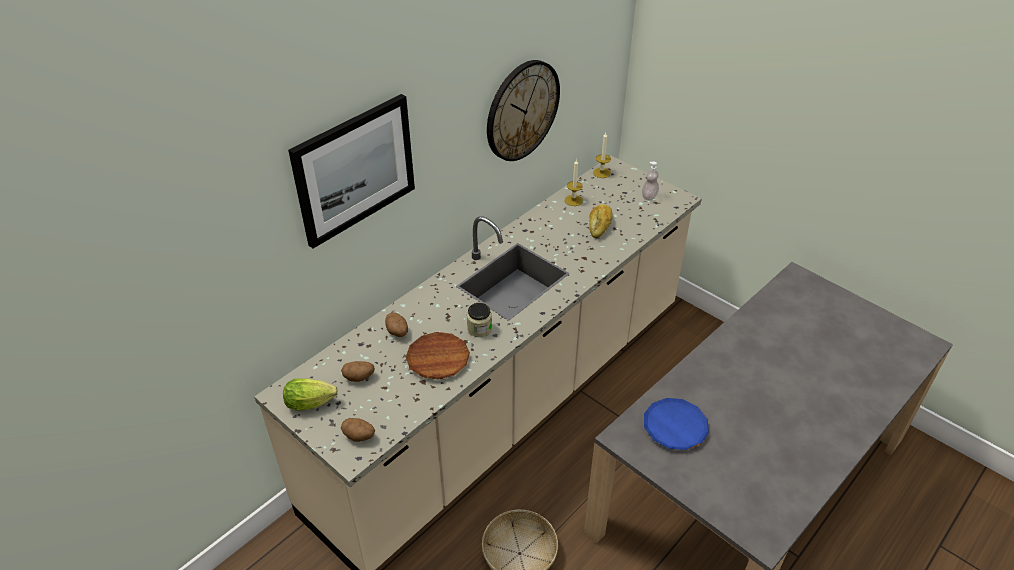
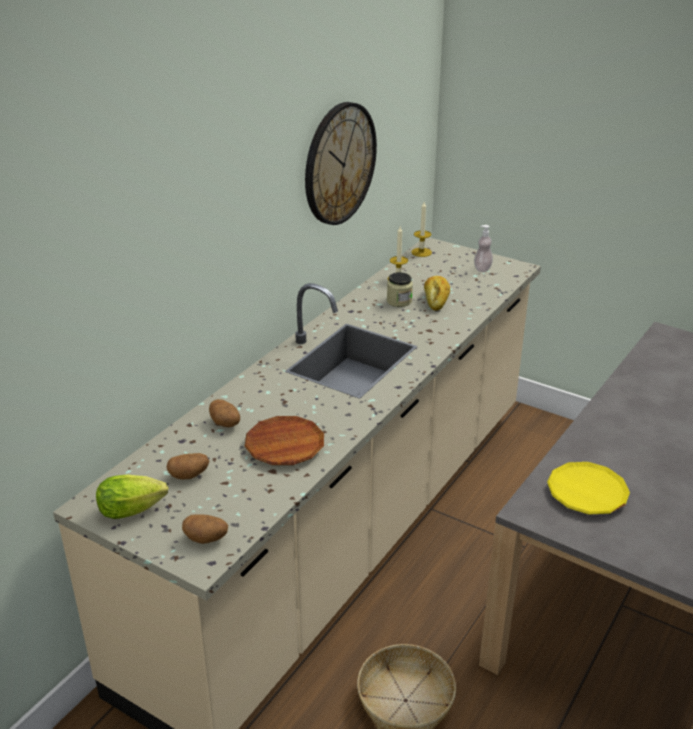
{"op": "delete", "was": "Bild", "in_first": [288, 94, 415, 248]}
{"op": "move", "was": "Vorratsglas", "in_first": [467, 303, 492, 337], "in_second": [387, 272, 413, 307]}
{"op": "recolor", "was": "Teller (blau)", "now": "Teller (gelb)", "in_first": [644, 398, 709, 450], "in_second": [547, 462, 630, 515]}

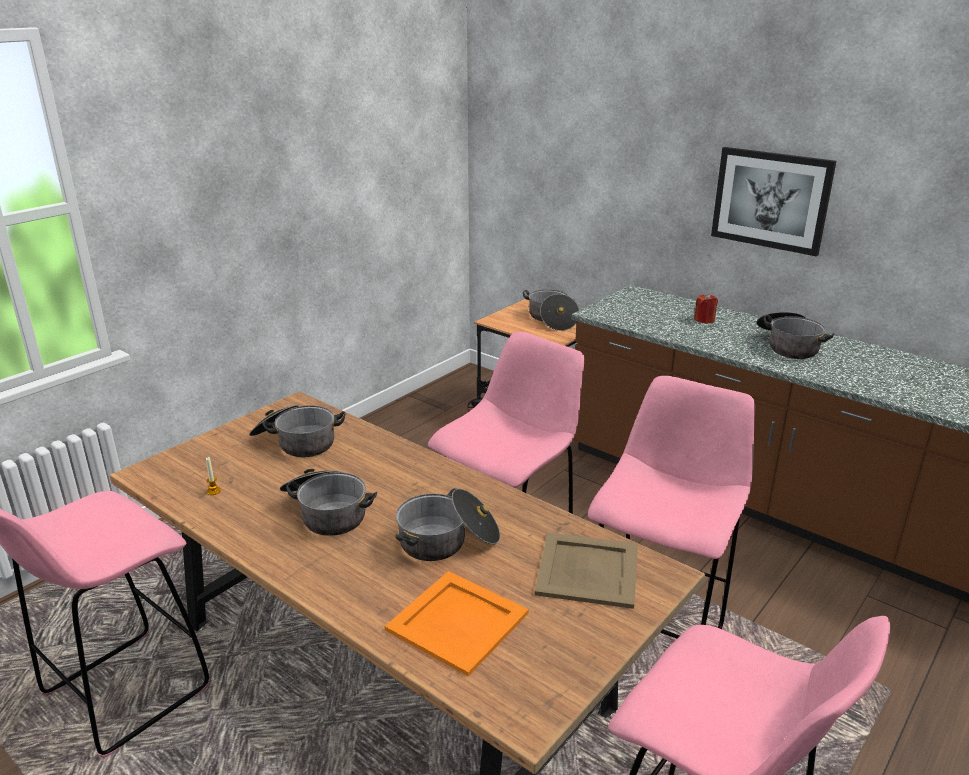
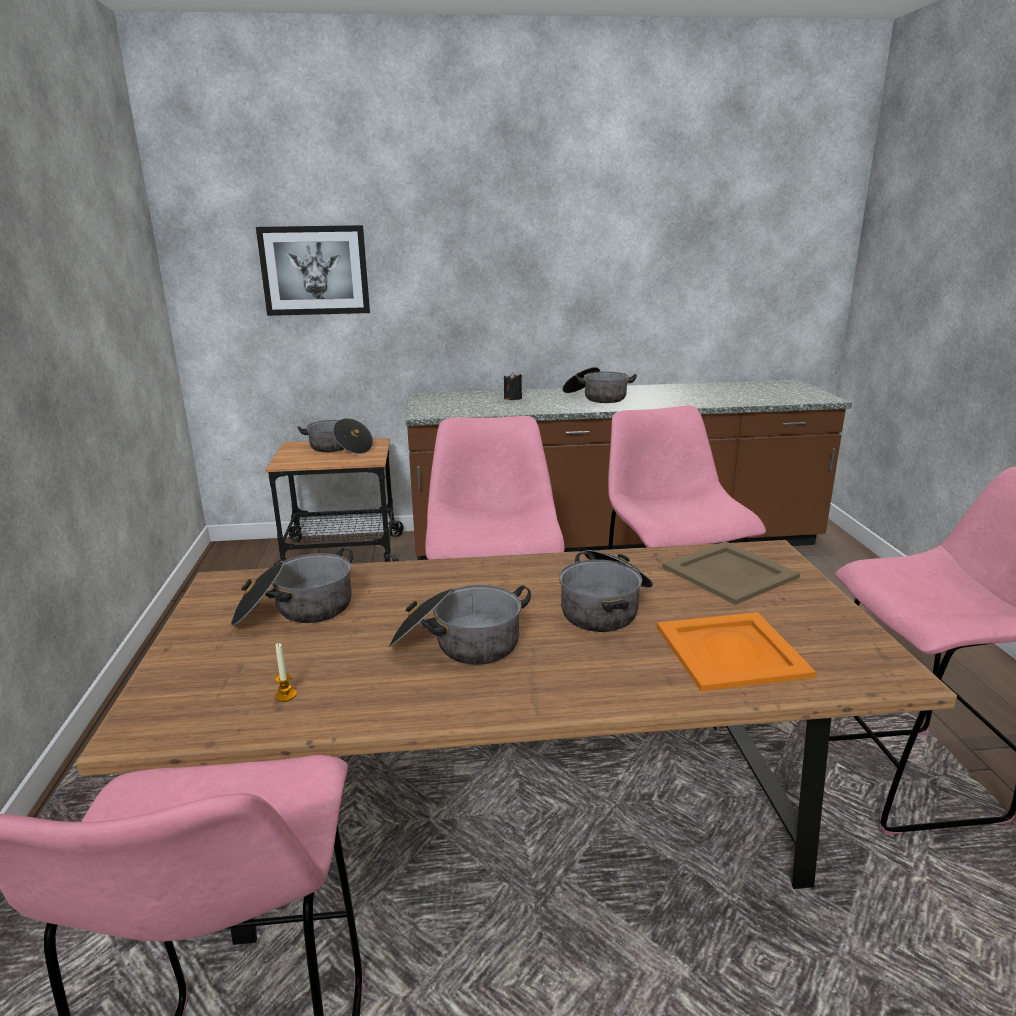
{"op": "move", "was": "Bild", "in_first": [711, 147, 836, 256], "in_second": [256, 225, 370, 316]}
{"op": "recolor", "was": "Kerze (rot)", "now": "Kerze (schwarz)", "in_first": [694, 293, 718, 324], "in_second": [504, 372, 522, 400]}

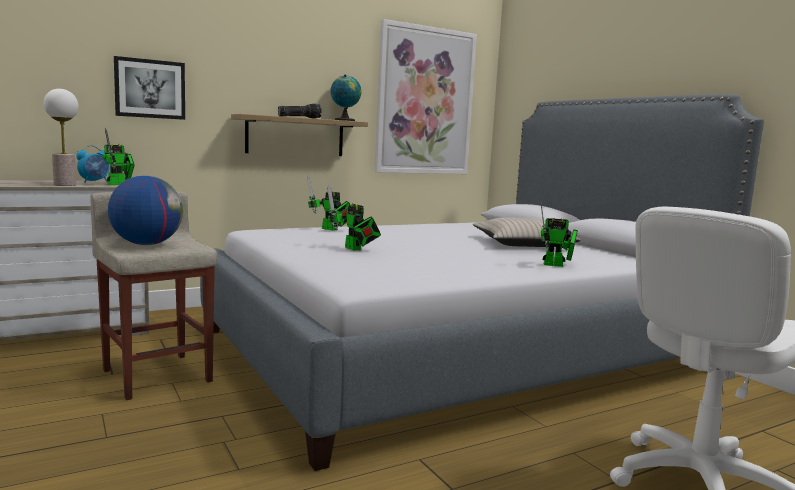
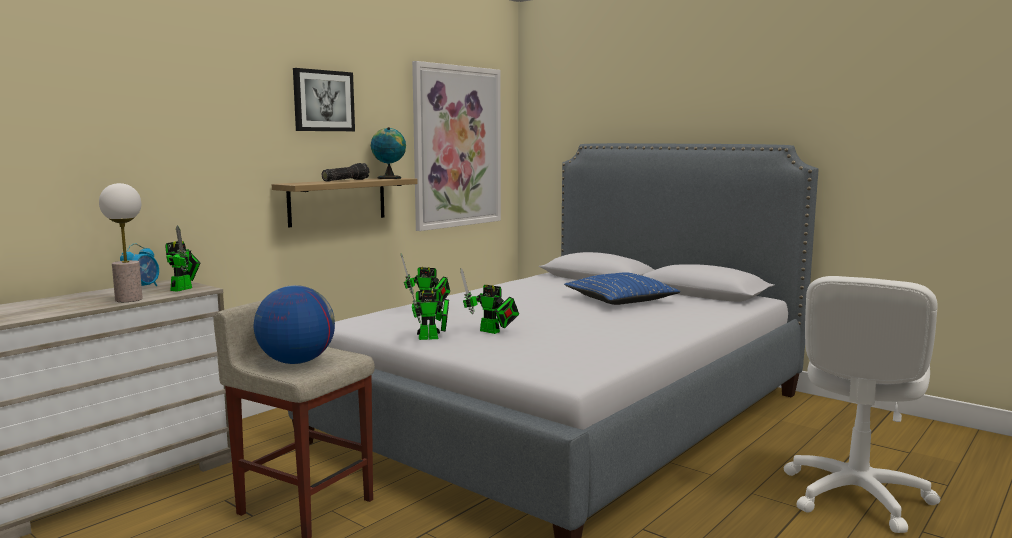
{"op": "move", "was": "Bild", "in_first": [114, 56, 185, 120], "in_second": [293, 68, 355, 131]}
{"op": "move", "was": "Spielzeugroboter", "in_first": [540, 201, 578, 267], "in_second": [408, 276, 449, 340]}
{"op": "recolor", "was": "Kissen (beige)", "now": "Kissen (blau)", "in_first": [473, 217, 580, 247], "in_second": [564, 272, 680, 305]}

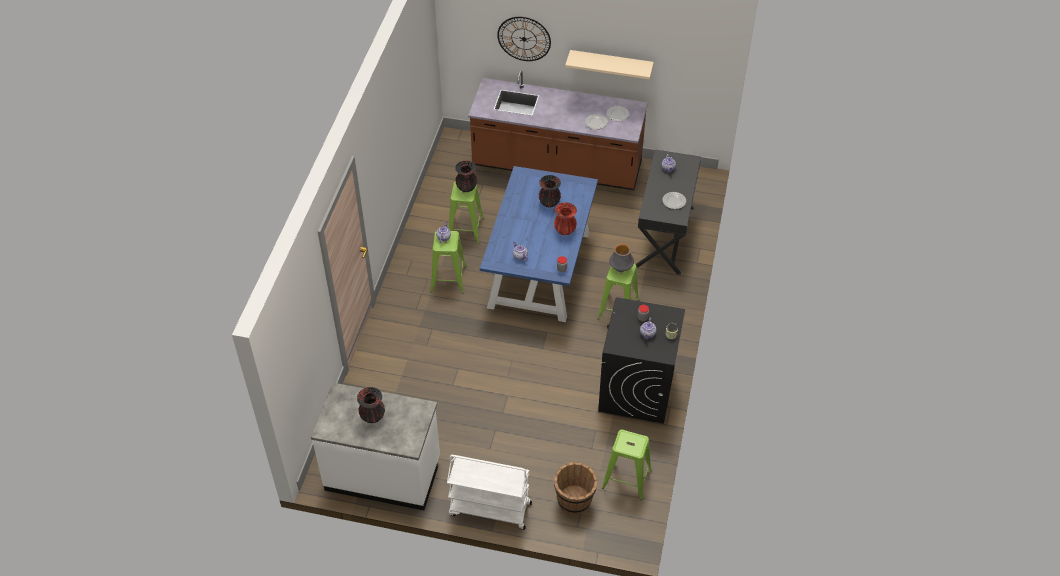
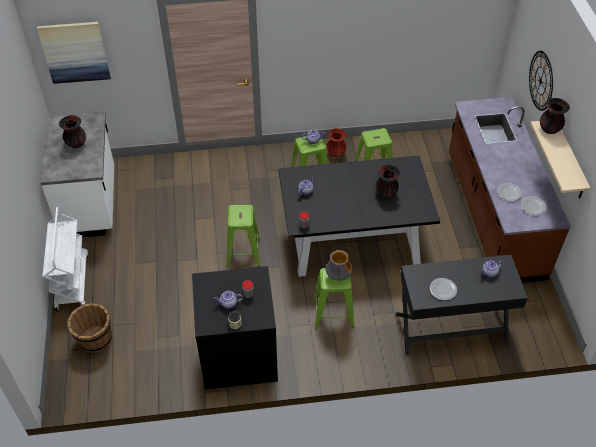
{"op": "move", "was": "Vase (schwarz)", "in_first": [455, 161, 477, 192], "in_second": [540, 98, 570, 134]}
{"op": "recolor", "was": "Esstisch (blau)", "now": "Esstisch (schwarz)", "in_first": [480, 166, 598, 322], "in_second": [278, 156, 440, 277]}
{"op": "move", "was": "Vase (rot)", "in_first": [554, 202, 577, 235], "in_second": [327, 128, 347, 157]}
{"op": "move", "was": "Hocker (grün)", "in_first": [602, 429, 652, 500], "in_second": [226, 205, 260, 267]}
{"op": "insert", "now": "Bild", "in_second": [37, 22, 111, 84]}

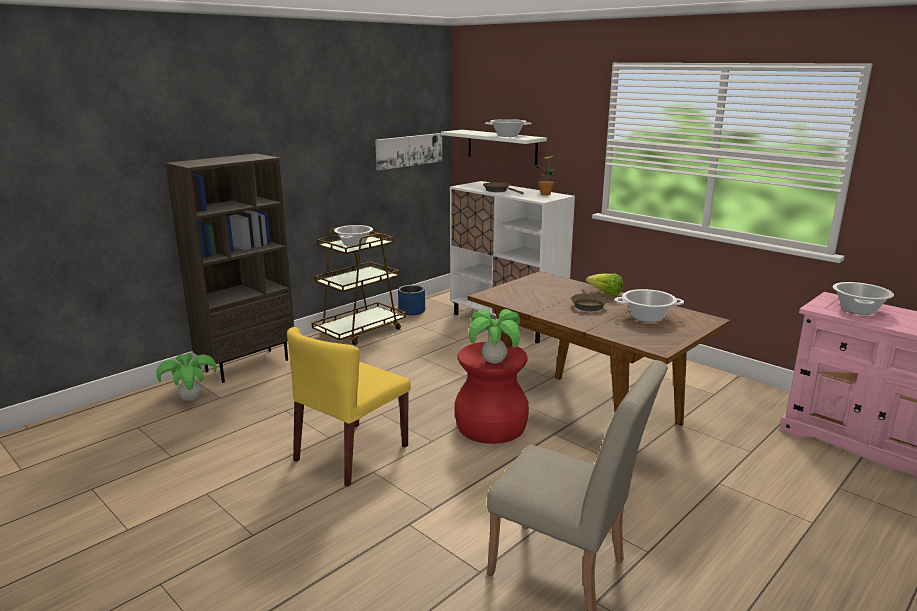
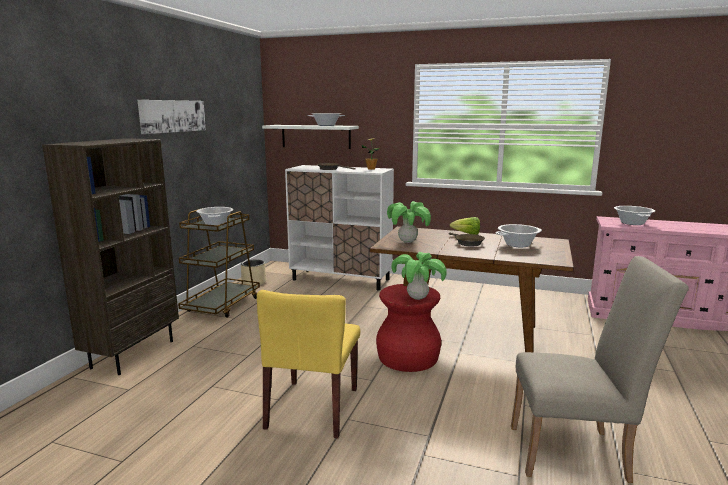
{"op": "move", "was": "Bild", "in_first": [375, 133, 442, 170], "in_second": [138, 100, 206, 134]}
{"op": "recolor", "was": "Pflanzkübel (blau)", "now": "Pflanzkübel (beige)", "in_first": [398, 285, 425, 315], "in_second": [241, 259, 266, 286]}
{"op": "move", "was": "Topfpflanze", "in_first": [156, 353, 217, 401], "in_second": [387, 201, 431, 243]}

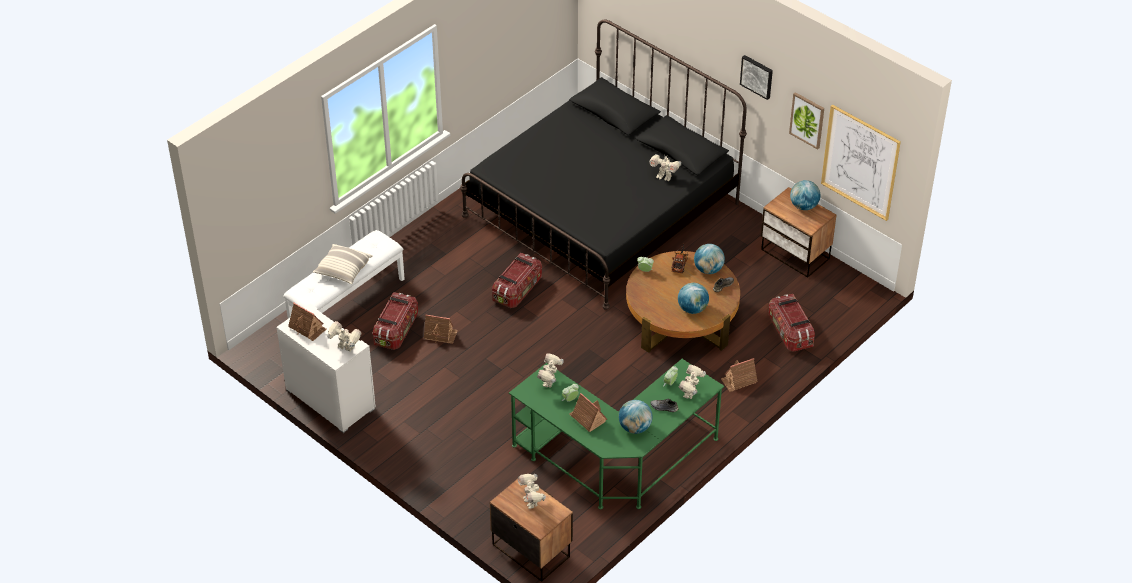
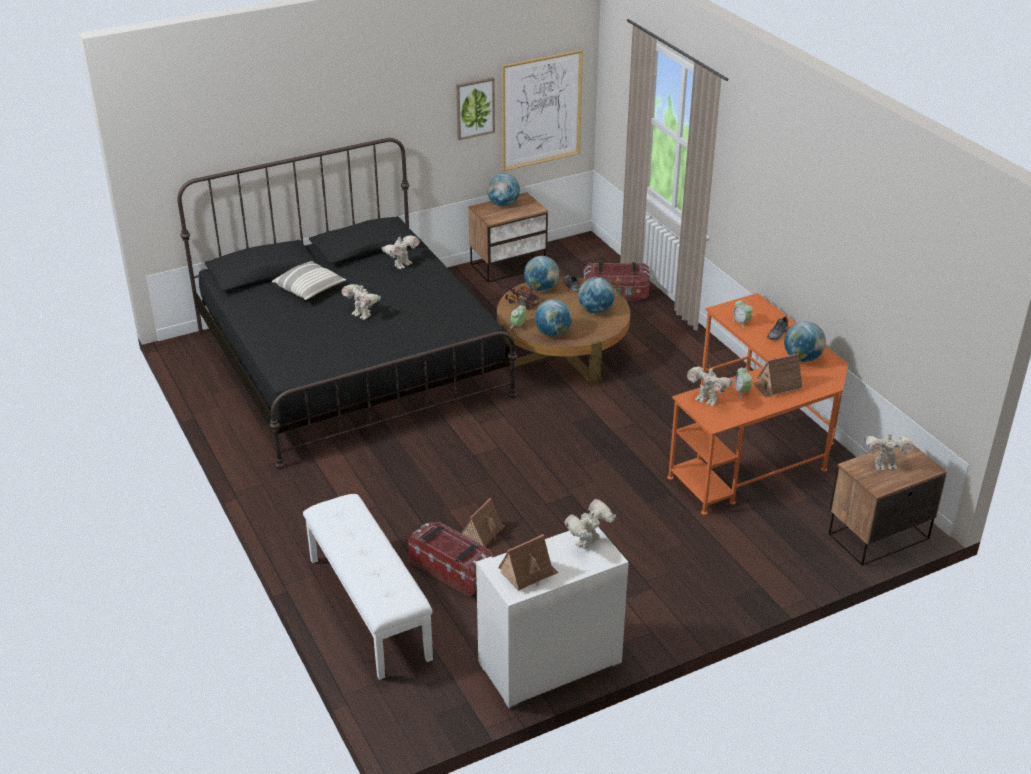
{"op": "delete", "was": "Bild", "in_first": [740, 55, 773, 100]}
{"op": "move", "was": "Kissen", "in_first": [313, 244, 373, 284], "in_second": [272, 261, 346, 300]}
{"op": "delete", "was": "Aufbewahrungsbox", "in_first": [492, 253, 542, 308]}
{"op": "delete", "was": "Spielzeughaus", "in_first": [721, 358, 758, 392]}
{"op": "recolor", "was": "Schreibtisch (grün)", "now": "Schreibtisch (orange)", "in_first": [509, 359, 724, 509], "in_second": [667, 293, 848, 515]}
{"op": "move", "was": "Spielzeugroboter", "in_first": [678, 365, 706, 399], "in_second": [342, 282, 381, 320]}
{"op": "insert", "now": "Globus", "in_second": [535, 299, 572, 337]}

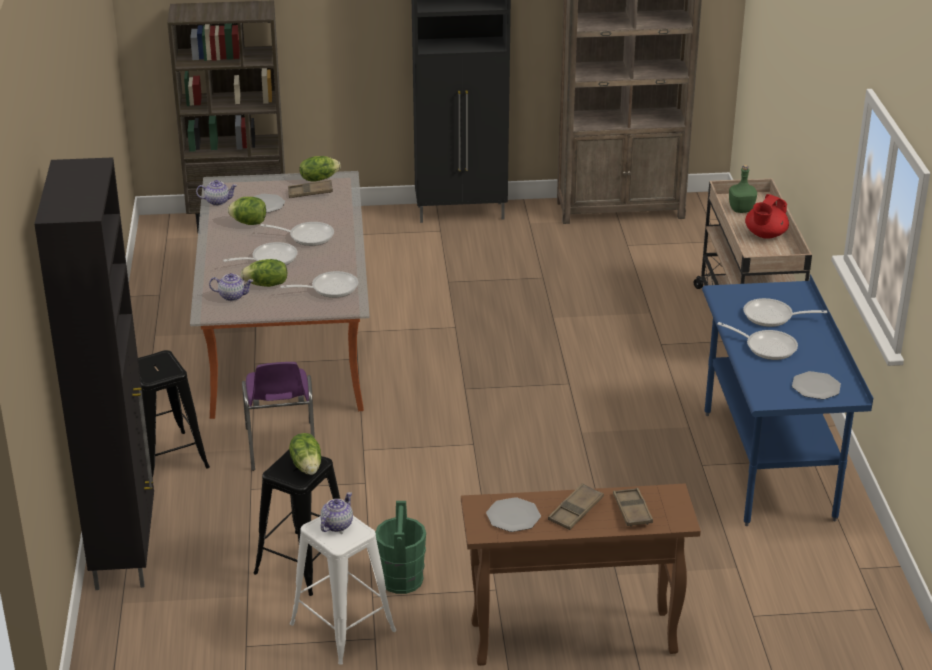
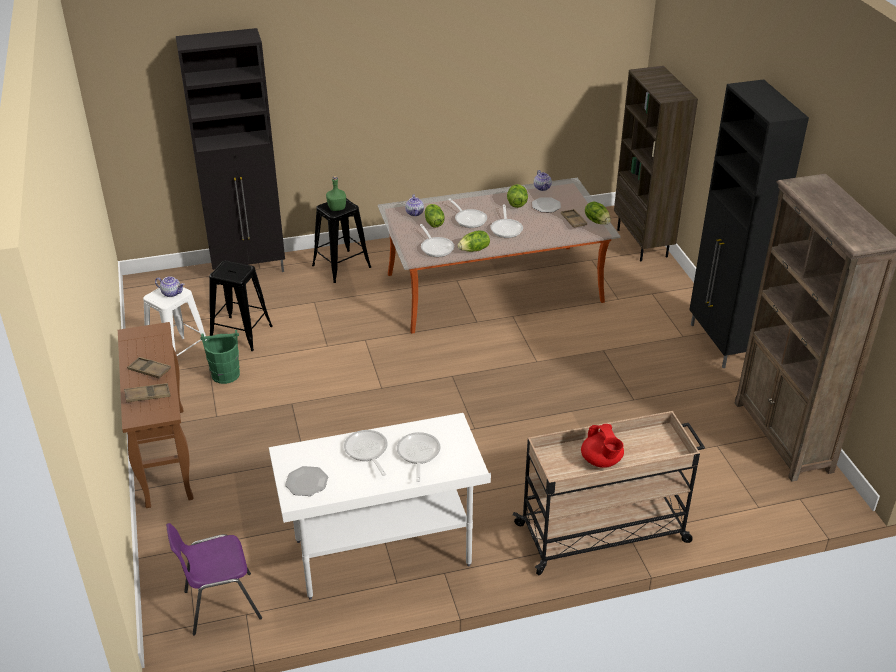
{"op": "move", "was": "Flasche (grün)", "in_first": [729, 165, 757, 213], "in_second": [326, 176, 346, 211]}
{"op": "rotate", "was": "Teekanne (rot)", "in_first": [745, 194, 789, 239], "in_second": [581, 424, 624, 468], "clockwise": -135}
{"op": "recolor", "was": "Schreibtisch (blau)", "now": "Schreibtisch (weiß)", "in_first": [702, 274, 873, 526], "in_second": [269, 413, 491, 600]}
{"op": "rotate", "was": "Pfanne", "in_first": [717, 322, 798, 360], "in_second": [344, 430, 388, 476], "clockwise": 135}
{"op": "move", "was": "Stuhl (lila)", "in_first": [242, 362, 315, 471], "in_second": [166, 523, 262, 635]}
{"op": "move", "was": "Salatkopf", "in_first": [289, 433, 321, 475], "in_second": [458, 231, 490, 252]}
{"op": "delete", "was": "Teller", "in_first": [486, 497, 541, 532]}

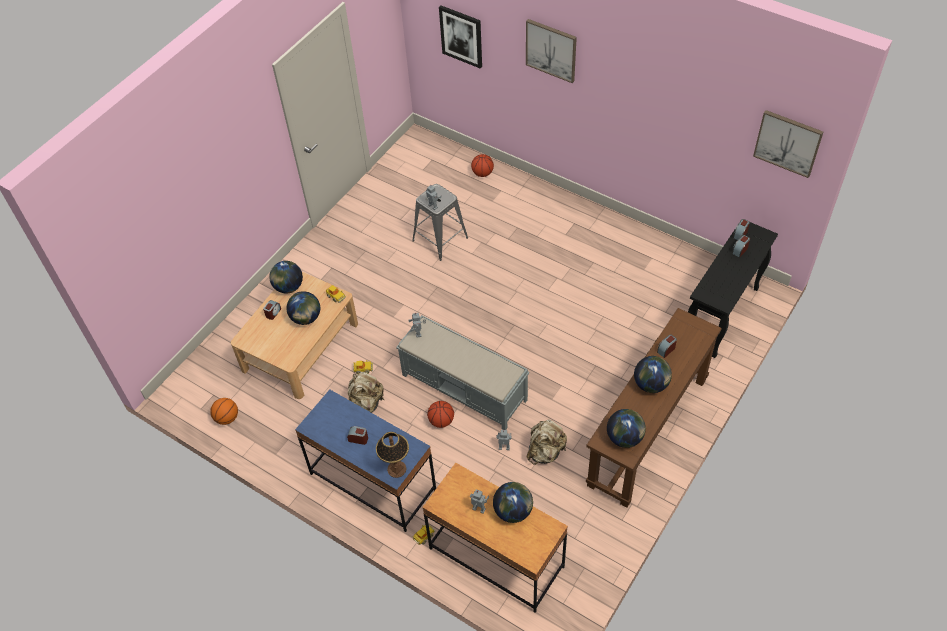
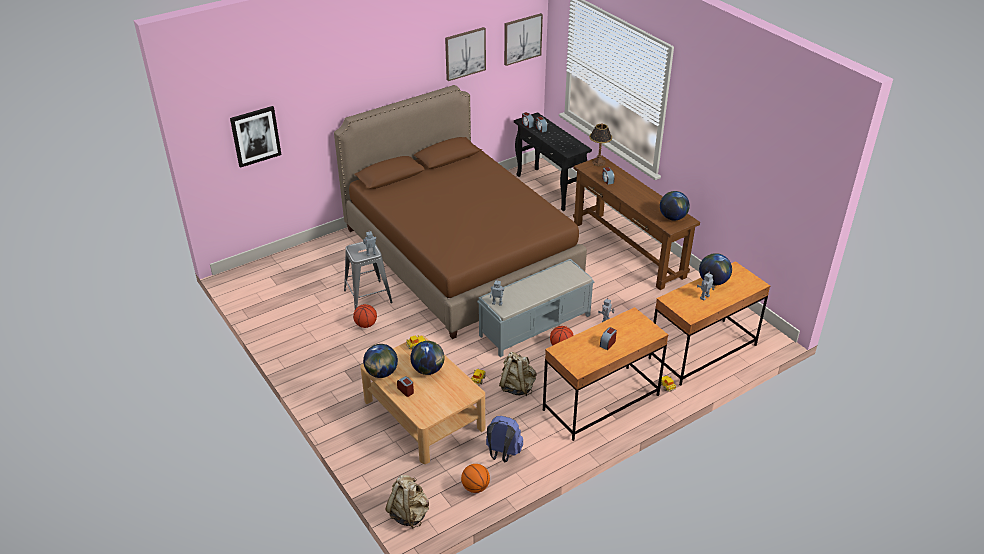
{"op": "move", "was": "Bild", "in_first": [526, 19, 577, 83], "in_second": [445, 27, 486, 81]}
{"op": "move", "was": "Basketball", "in_first": [471, 154, 494, 177], "in_second": [353, 304, 377, 328]}
{"op": "delete", "was": "Globus", "in_first": [634, 356, 672, 393]}
{"op": "recolor", "was": "Schreibtisch (blau)", "now": "Schreibtisch (braun)", "in_first": [295, 390, 436, 532], "in_second": [543, 307, 668, 441]}
{"op": "move", "was": "Rucksack (beige)", "in_first": [527, 420, 567, 465], "in_second": [386, 475, 429, 529]}
{"op": "move", "was": "Tischlampe", "in_first": [376, 432, 409, 478], "in_second": [589, 123, 612, 166]}
{"op": "insert", "now": "Bett (braun)", "in_second": [334, 85, 587, 339]}
{"op": "insert", "now": "Rucksack (blau)", "in_second": [486, 416, 523, 462]}

